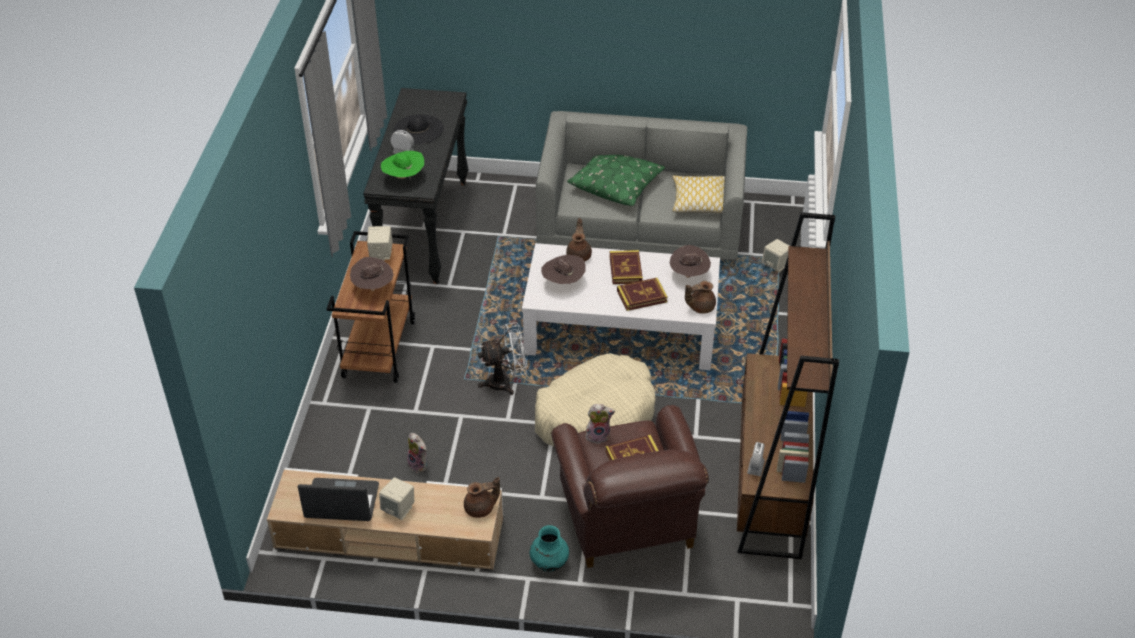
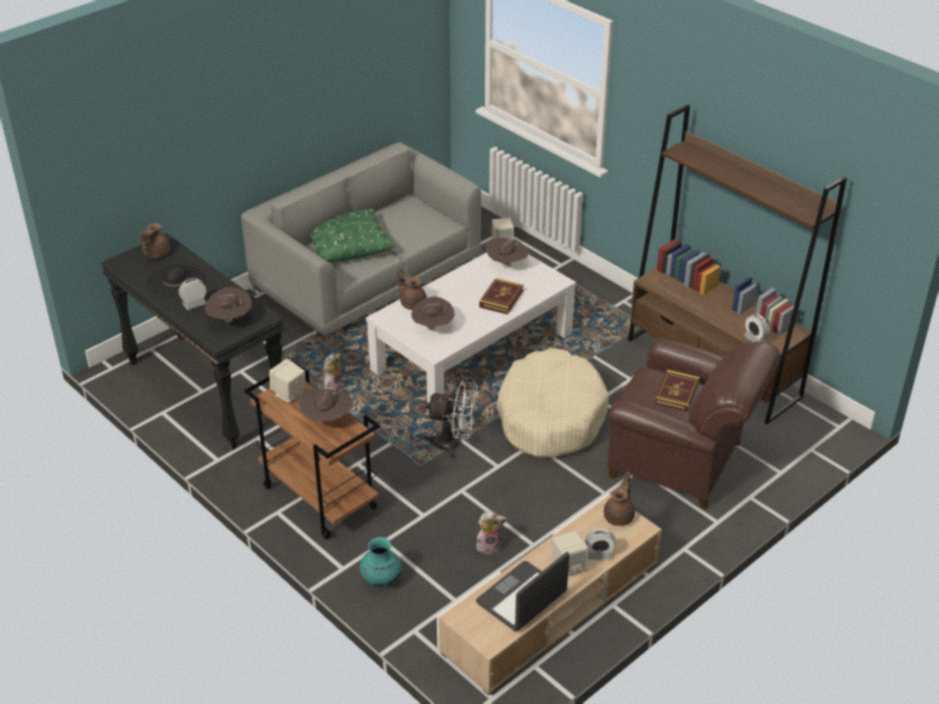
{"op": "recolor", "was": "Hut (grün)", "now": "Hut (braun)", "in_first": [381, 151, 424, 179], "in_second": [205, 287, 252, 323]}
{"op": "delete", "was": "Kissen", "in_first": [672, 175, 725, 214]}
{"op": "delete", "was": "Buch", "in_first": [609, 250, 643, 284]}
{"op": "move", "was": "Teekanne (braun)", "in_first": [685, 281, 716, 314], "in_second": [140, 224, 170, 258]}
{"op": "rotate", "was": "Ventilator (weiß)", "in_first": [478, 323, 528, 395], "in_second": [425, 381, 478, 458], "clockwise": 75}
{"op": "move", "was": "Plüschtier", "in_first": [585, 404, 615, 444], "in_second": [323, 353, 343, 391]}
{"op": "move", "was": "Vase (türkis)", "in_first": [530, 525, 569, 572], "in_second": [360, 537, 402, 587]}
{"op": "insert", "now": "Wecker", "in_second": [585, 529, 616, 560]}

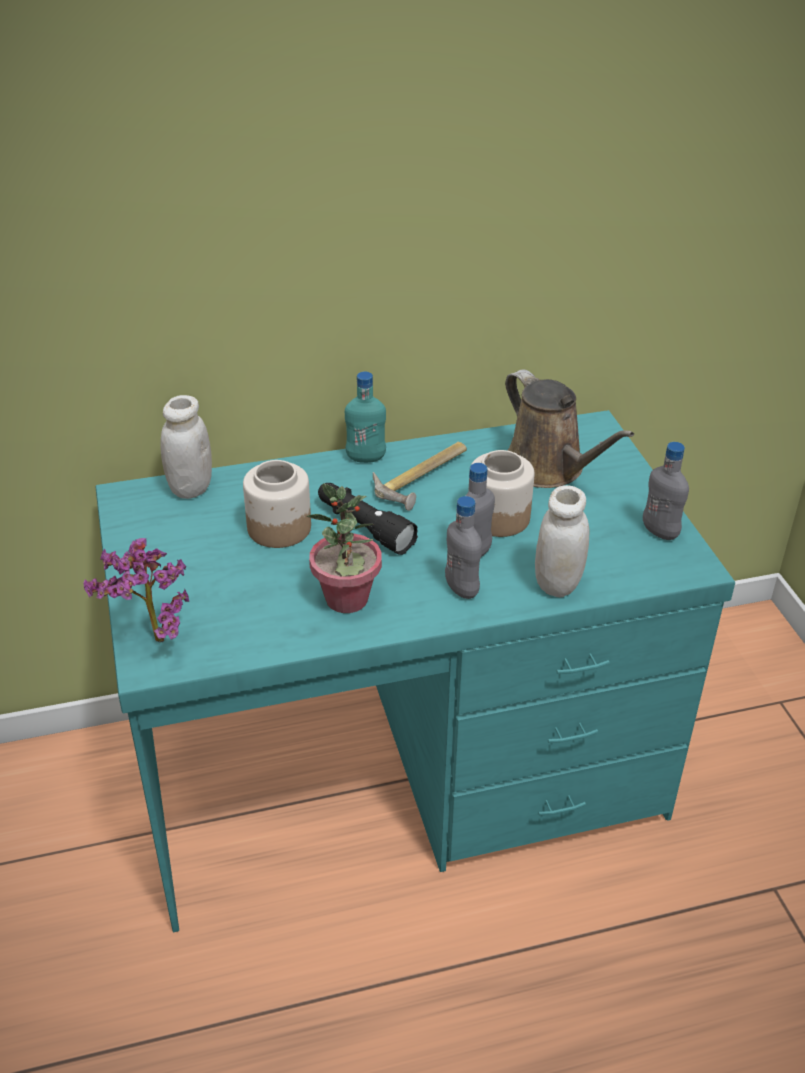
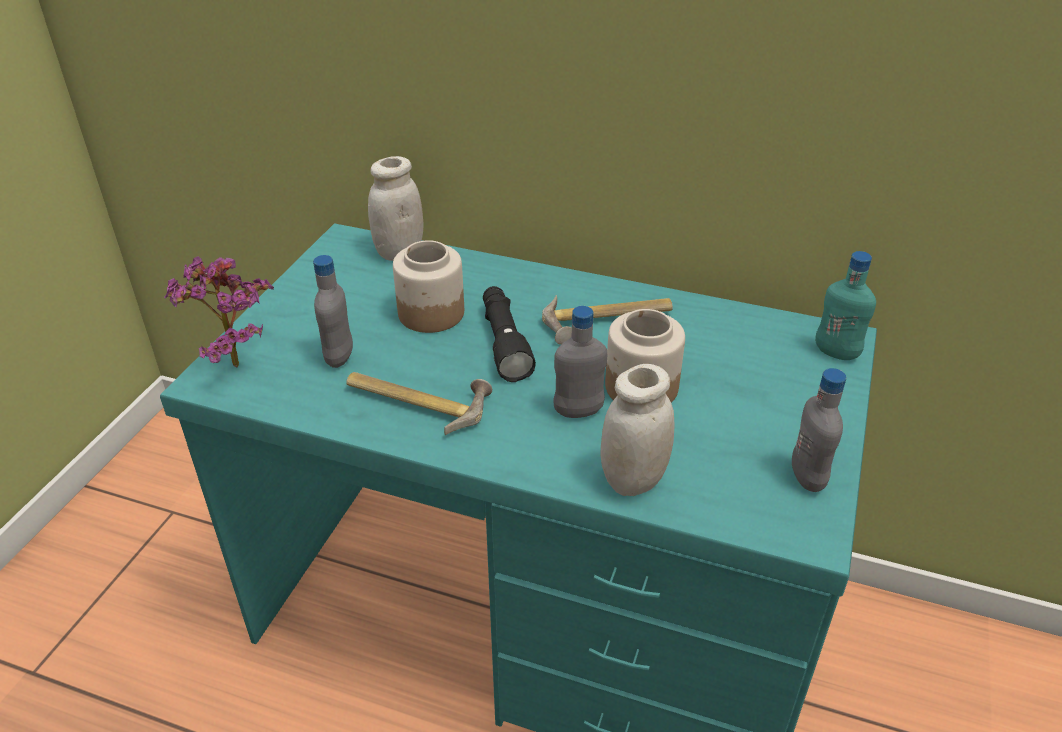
{"op": "delete", "was": "Gießkanne (braun)", "in_first": [505, 369, 634, 488]}
{"op": "move", "was": "Flasche (türkis)", "in_first": [345, 372, 386, 463], "in_second": [815, 251, 876, 360]}
{"op": "replace", "was": "Topfpflanze", "now": "Hammer", "in_first": [306, 483, 382, 613], "in_second": [346, 372, 492, 435]}
{"op": "move", "was": "Flasche (grau)", "in_first": [445, 496, 482, 599], "in_second": [313, 255, 353, 368]}

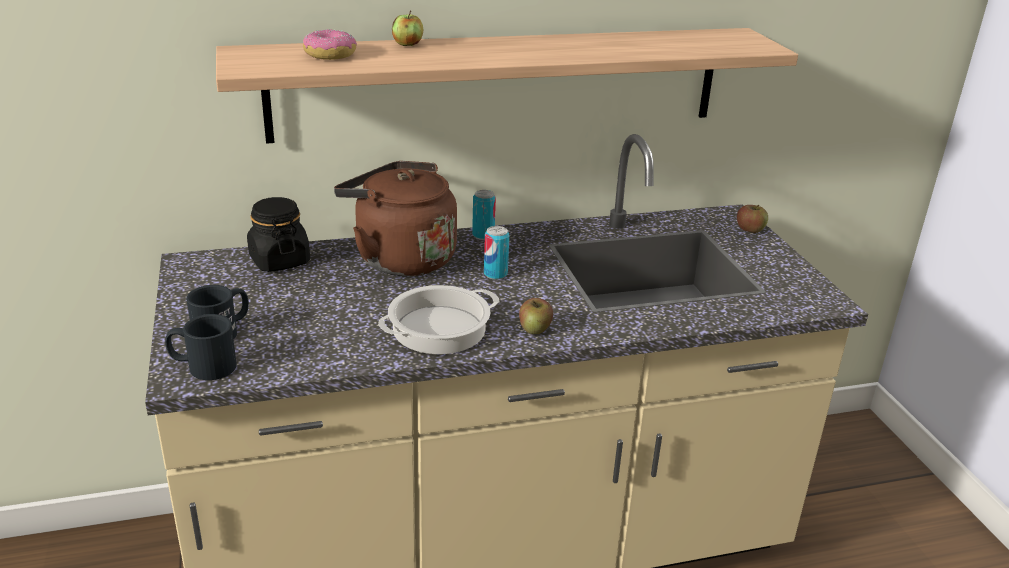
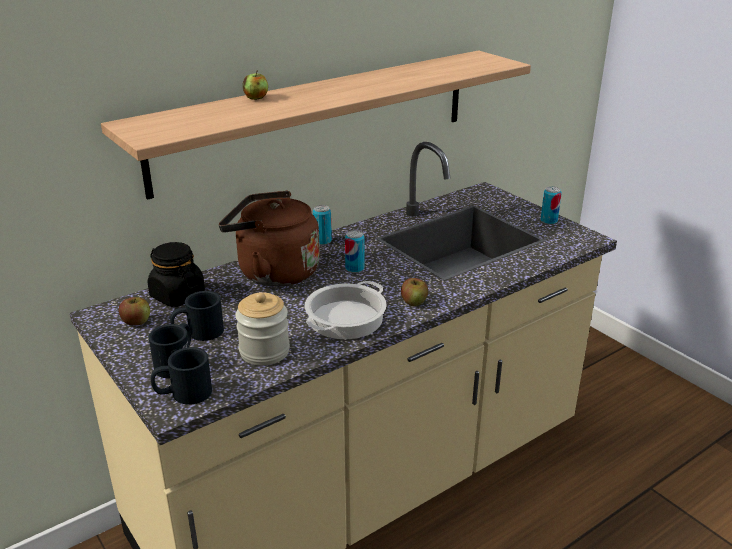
{"op": "delete", "was": "Donut", "in_first": [303, 29, 357, 60]}
{"op": "move", "was": "Apfel", "in_first": [737, 205, 768, 233], "in_second": [119, 297, 150, 325]}
{"op": "insert", "now": "Dose", "in_second": [541, 186, 562, 225]}
{"op": "insert", "now": "Henkelbecher (schwarz)", "in_second": [170, 291, 224, 341]}
{"op": "insert", "now": "Vorratsglas", "in_second": [235, 292, 290, 366]}

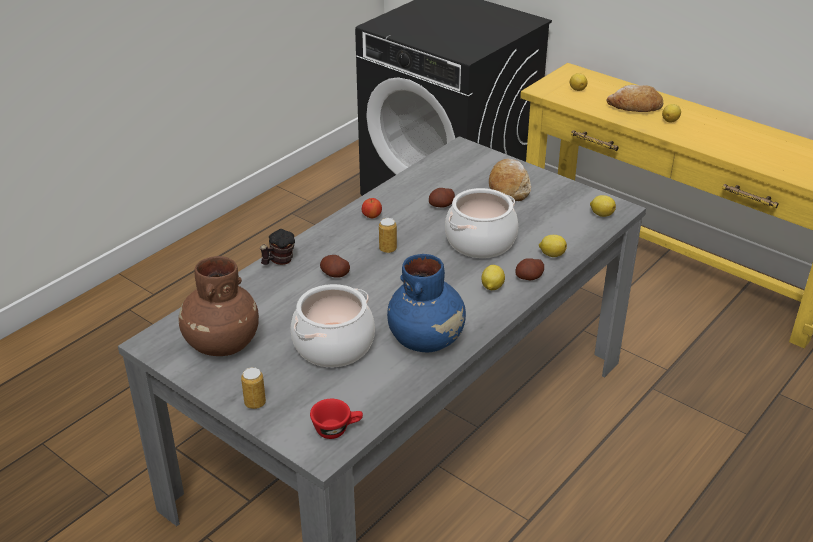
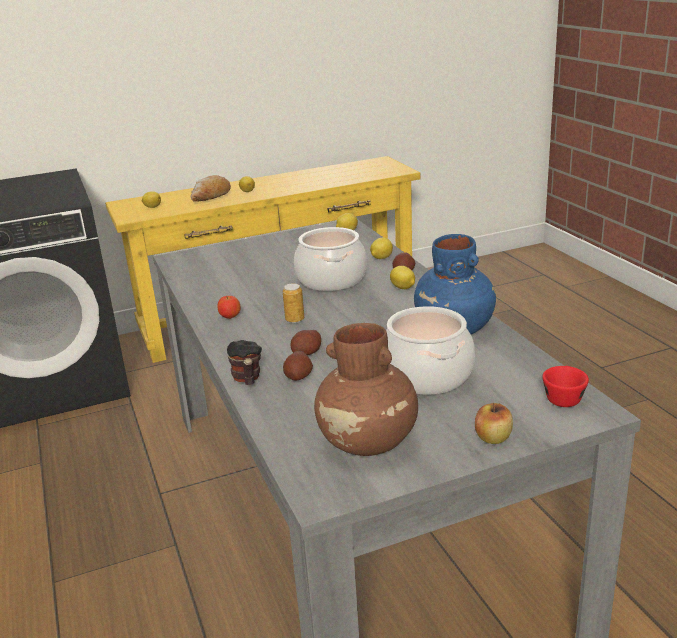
{"op": "delete", "was": "Brot", "in_first": [489, 159, 531, 201]}
{"op": "move", "was": "Kartoffel", "in_first": [429, 188, 455, 208], "in_second": [283, 351, 313, 380]}
{"op": "replace", "was": "Dose", "now": "Apfel", "in_first": [241, 367, 266, 409], "in_second": [475, 403, 513, 444]}

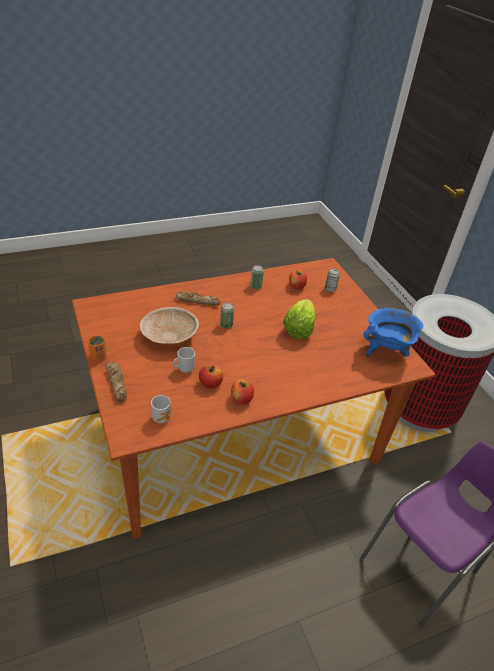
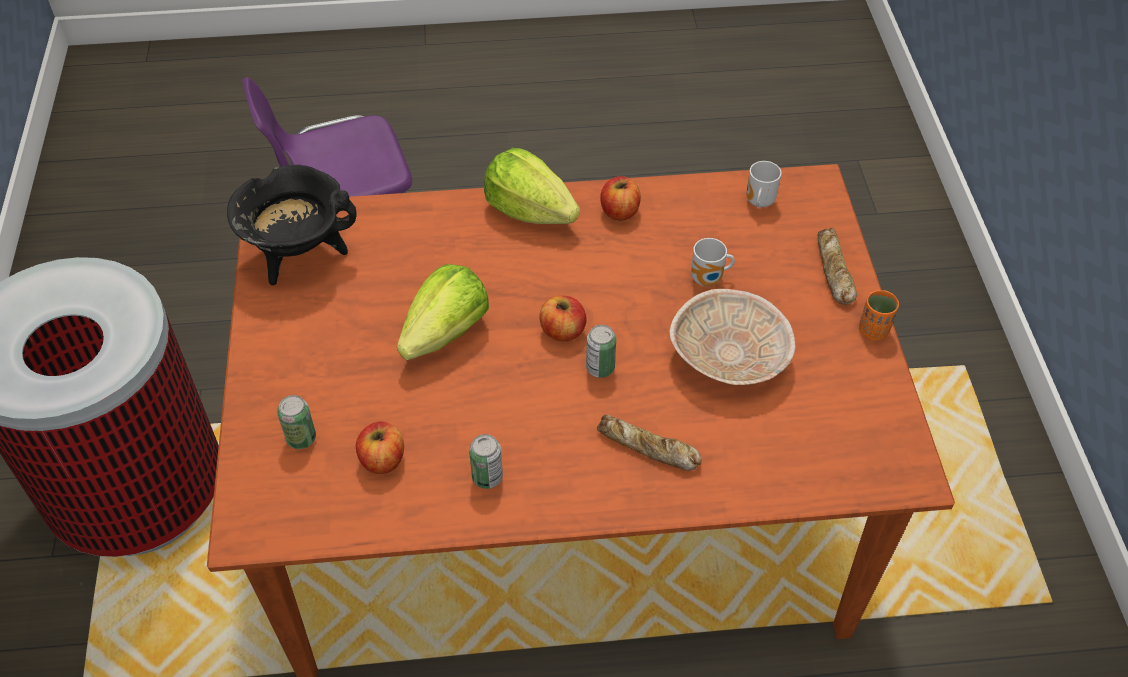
{"op": "recolor", "was": "Kochtopf (blau)", "now": "Kochtopf (schwarz)", "in_first": [364, 308, 423, 357], "in_second": [227, 165, 357, 285]}
{"op": "move", "was": "Apfel", "in_first": [199, 365, 223, 389], "in_second": [539, 296, 587, 341]}
{"op": "insert", "now": "Salatkopf", "in_second": [484, 148, 580, 224]}

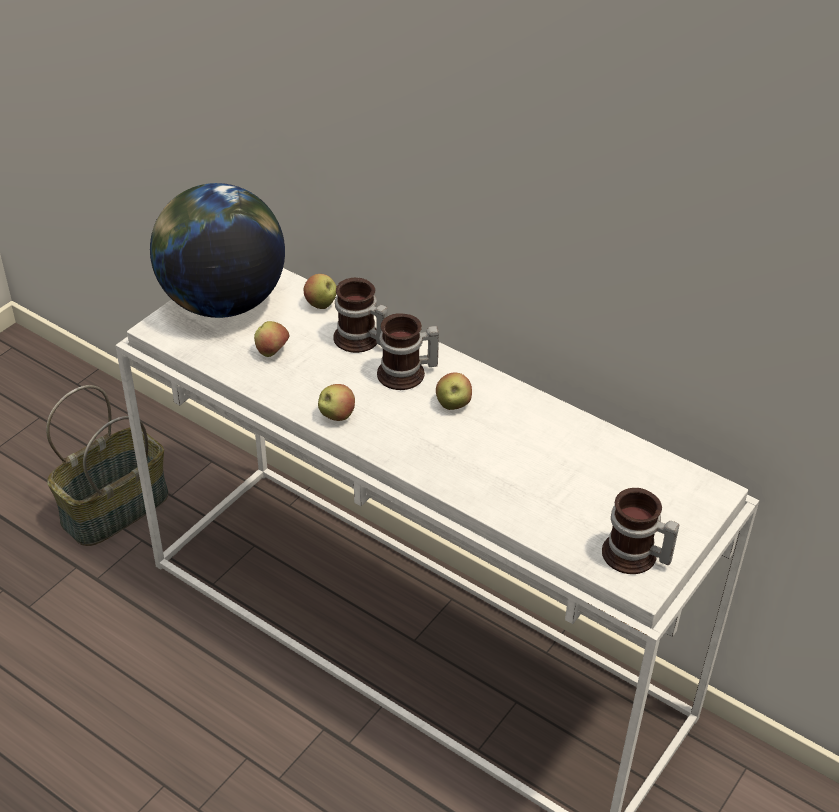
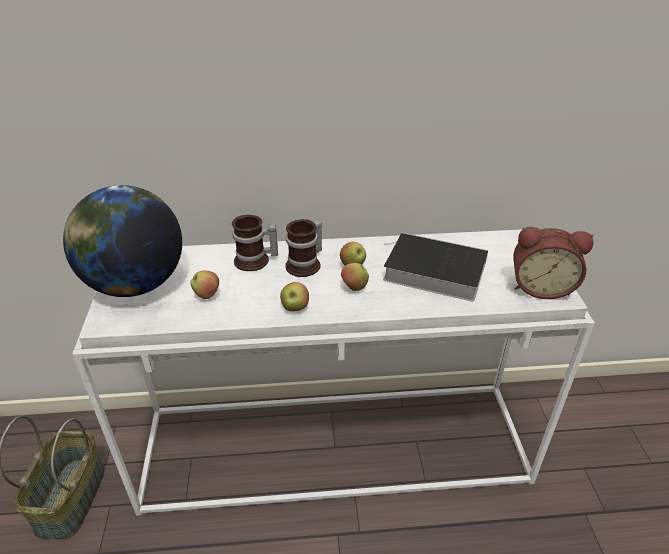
{"op": "move", "was": "Apfel", "in_first": [303, 274, 337, 309], "in_second": [341, 263, 369, 291]}
{"op": "replace", "was": "Henkelbecher", "now": "Wecker", "in_first": [602, 488, 679, 574], "in_second": [513, 227, 594, 299]}
{"op": "insert", "now": "Buch", "in_second": [383, 233, 488, 301]}

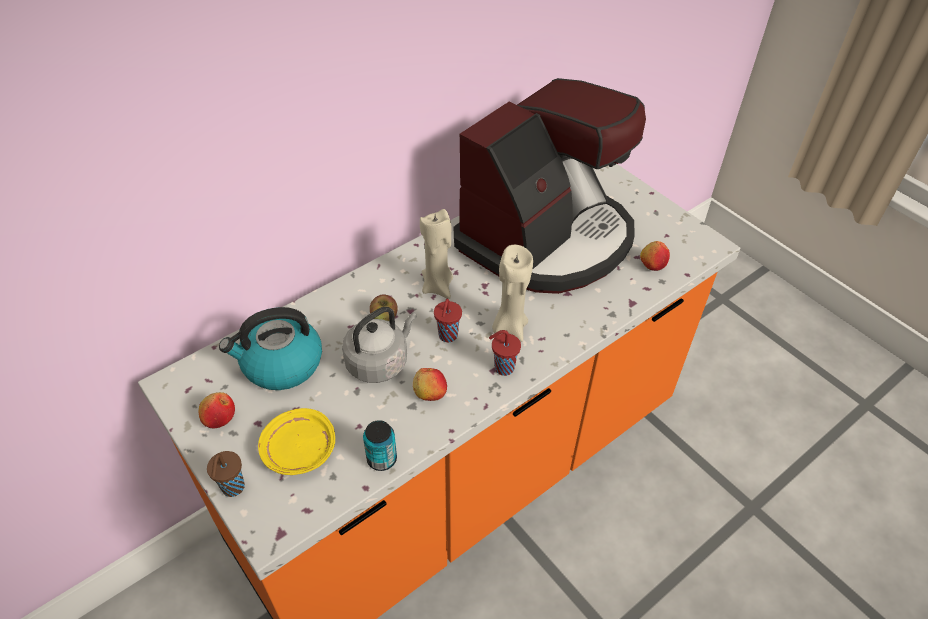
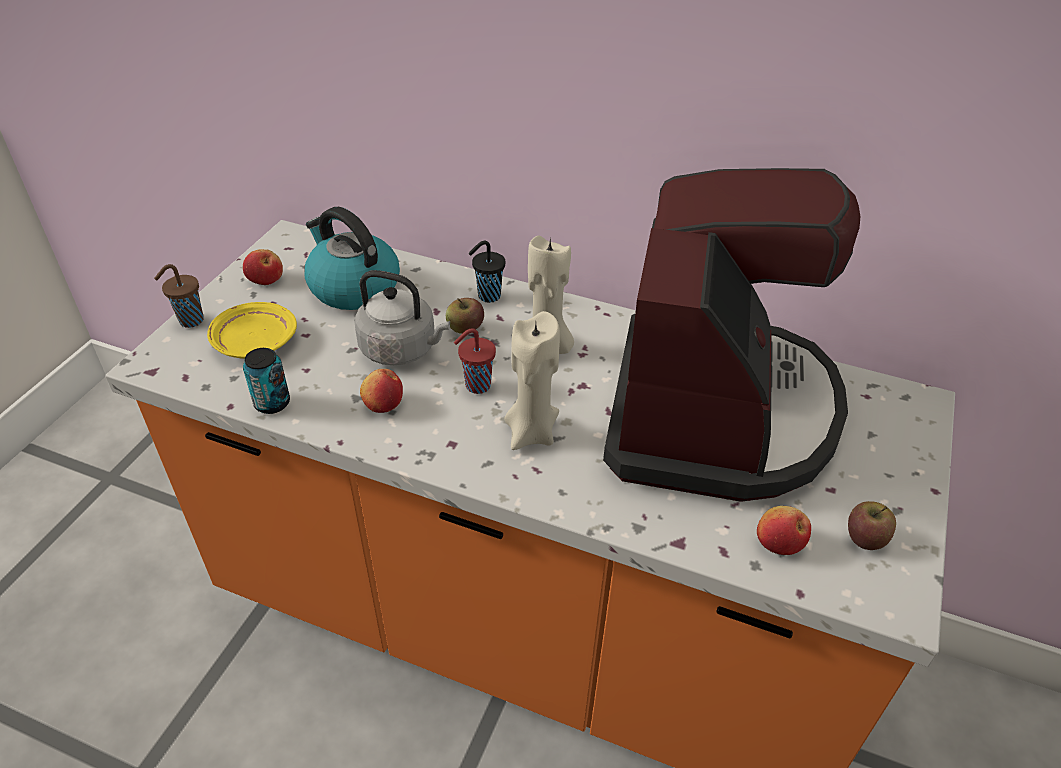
{"op": "rotate", "was": "Kaffeemaschine", "in_first": [454, 78, 646, 294], "in_second": [603, 168, 860, 502], "clockwise": -90}
{"op": "delete", "was": "Tasse (rot)", "in_first": [489, 330, 521, 376]}
{"op": "insert", "now": "Tasse (schwarz)", "in_second": [468, 241, 505, 303]}
{"op": "insert", "now": "Apfel", "in_second": [848, 501, 896, 550]}

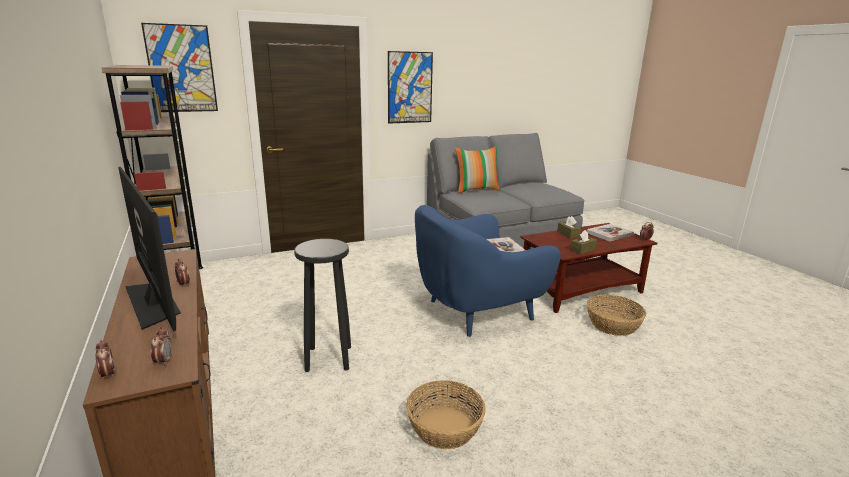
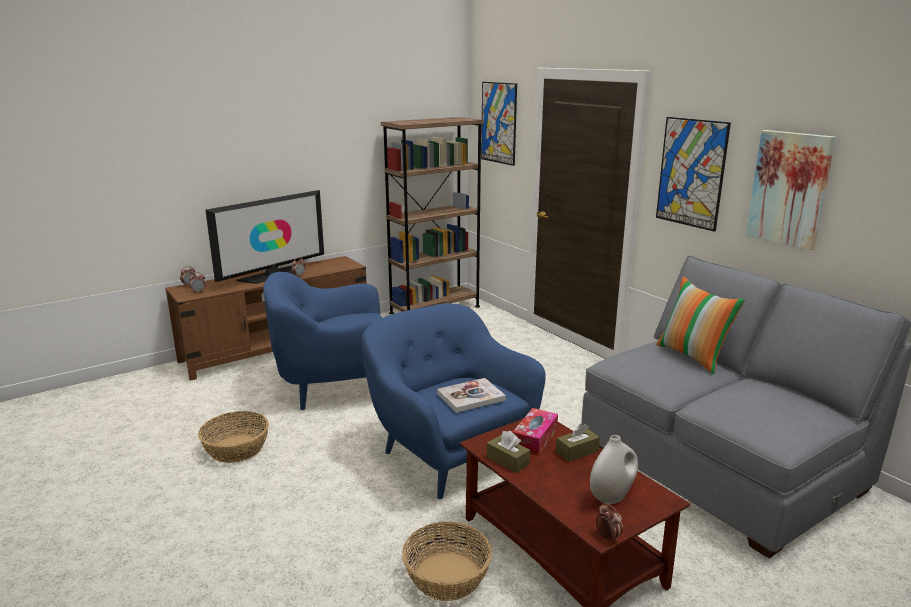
{"op": "replace", "was": "Buch", "now": "Vase (weiß)", "in_first": [587, 224, 634, 242], "in_second": [590, 435, 638, 504]}
{"op": "replace", "was": "Hocker (schwarz)", "now": "Sessel (blau)", "in_first": [294, 239, 351, 372], "in_second": [263, 272, 382, 410]}
{"op": "insert", "now": "Bild", "in_second": [746, 130, 836, 250]}
{"op": "insert", "now": "Taschentuchbox", "in_second": [513, 408, 558, 455]}

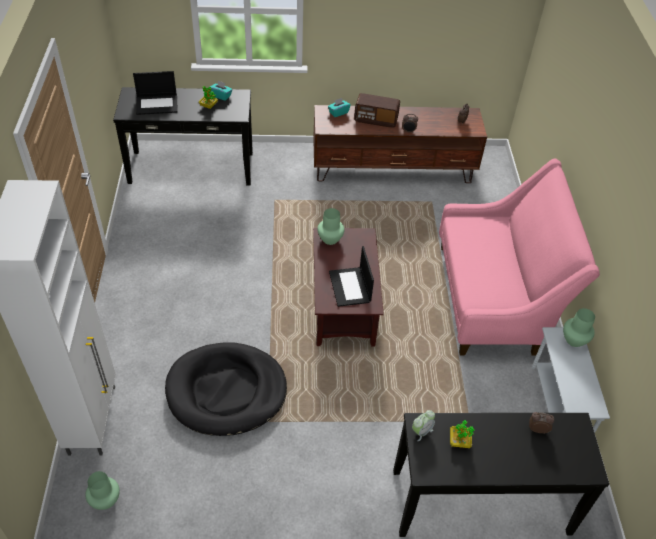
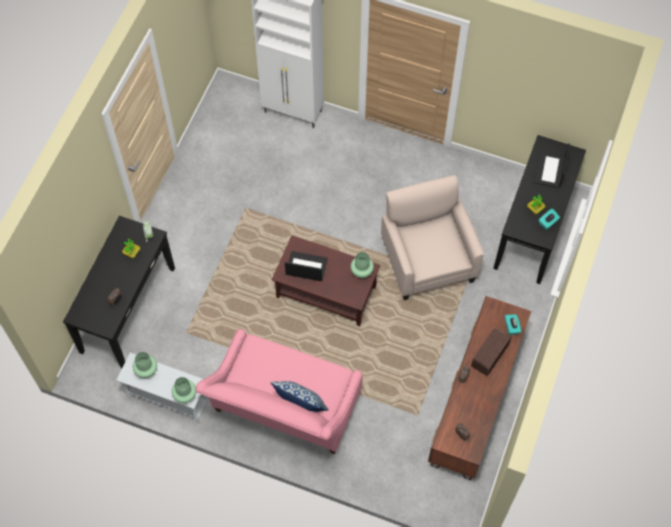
{"op": "delete", "was": "Hundebett (schwarz)", "in_first": [165, 342, 287, 436]}
{"op": "move", "was": "Vase (grün)", "in_first": [85, 471, 120, 510], "in_second": [133, 352, 157, 378]}
{"op": "insert", "now": "Sessel (beige)", "in_second": [381, 175, 484, 300]}
{"op": "insert", "now": "Kissen", "in_second": [270, 381, 329, 412]}

